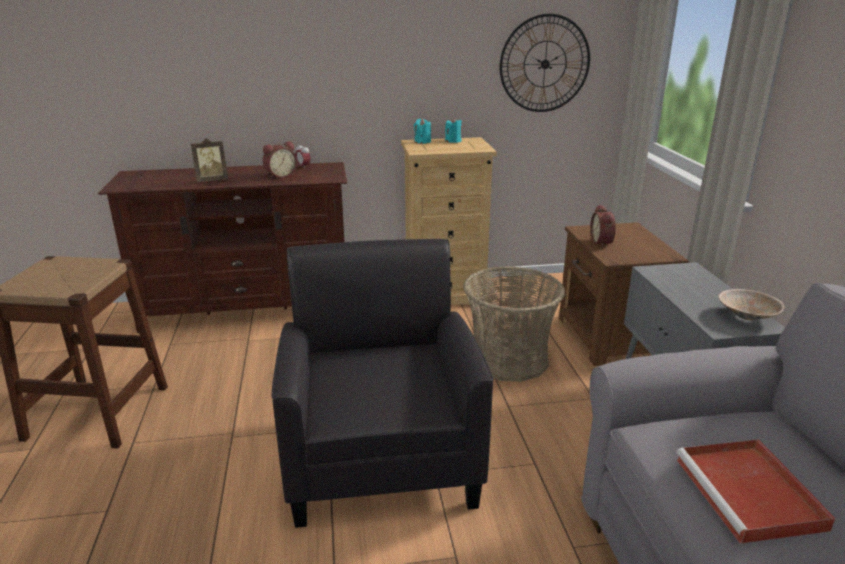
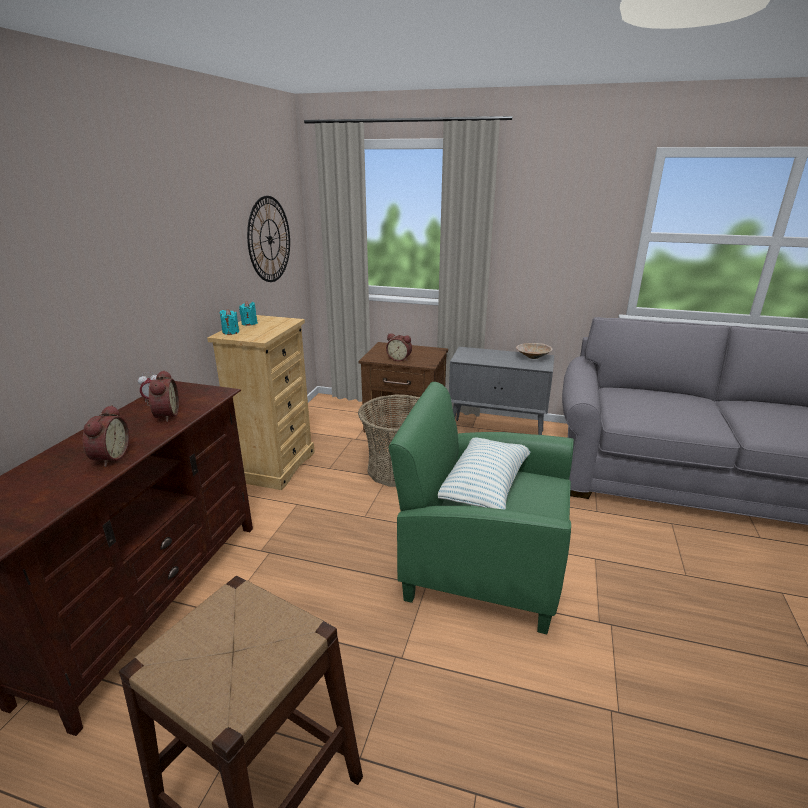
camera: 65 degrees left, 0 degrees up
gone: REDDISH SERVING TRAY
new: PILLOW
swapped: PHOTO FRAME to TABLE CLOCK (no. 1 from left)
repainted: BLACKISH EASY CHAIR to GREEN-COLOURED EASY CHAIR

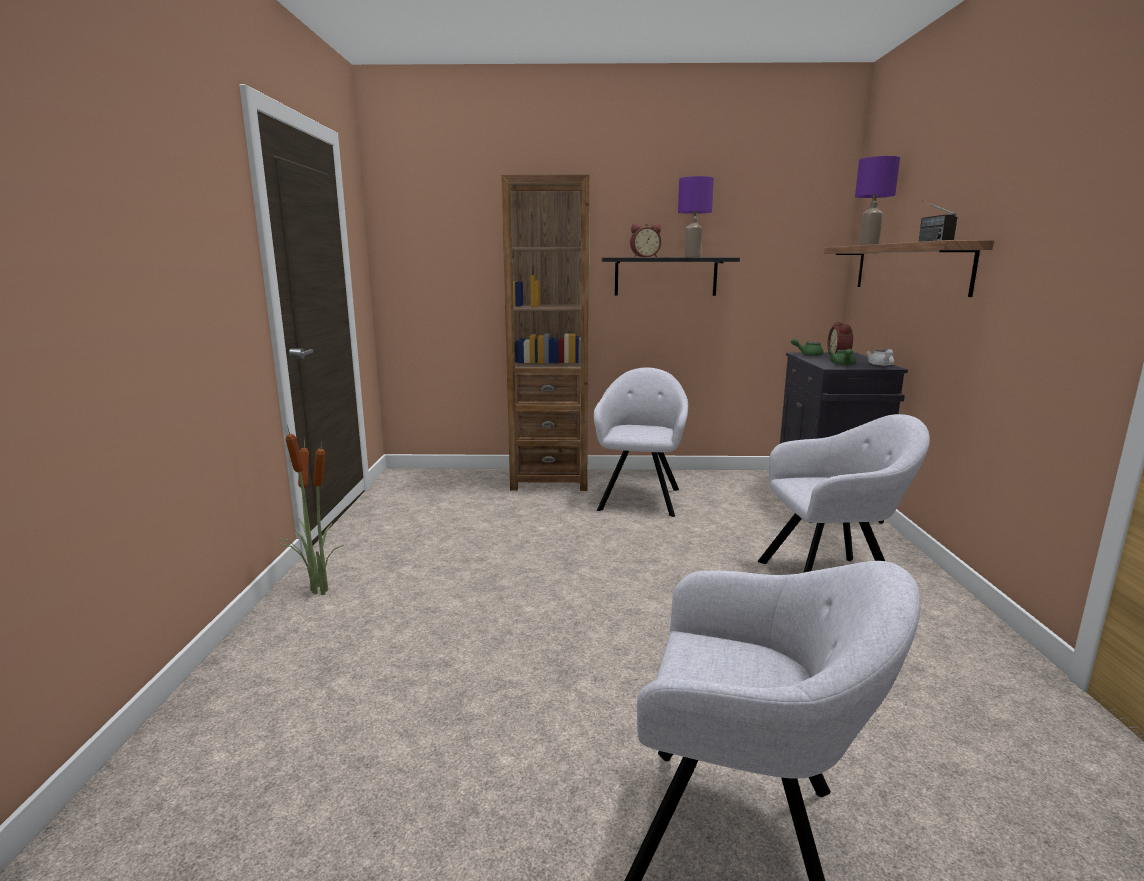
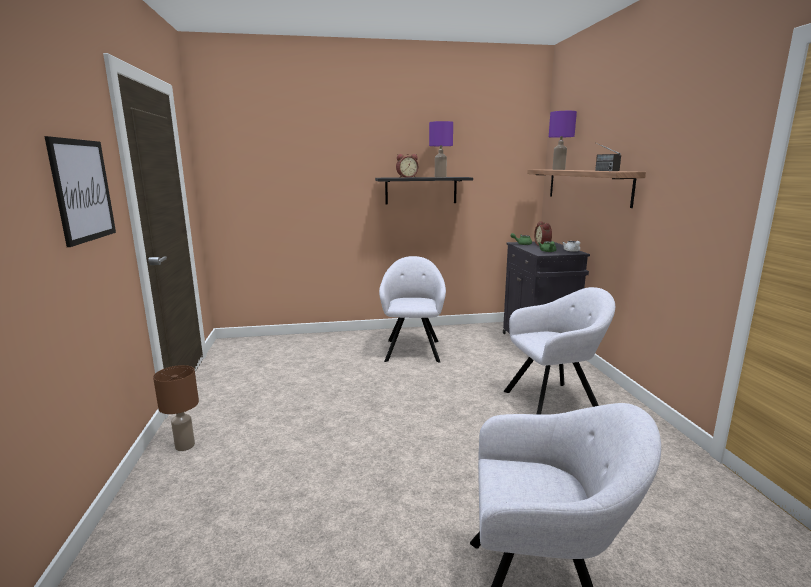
camera: 10 degrees left, 0 degrees up
gone: BROWNISH BOOKSHELF
new: WALL PICTURE
swapped: HOUSEPLANT to BROWNISH TABLE LAMP

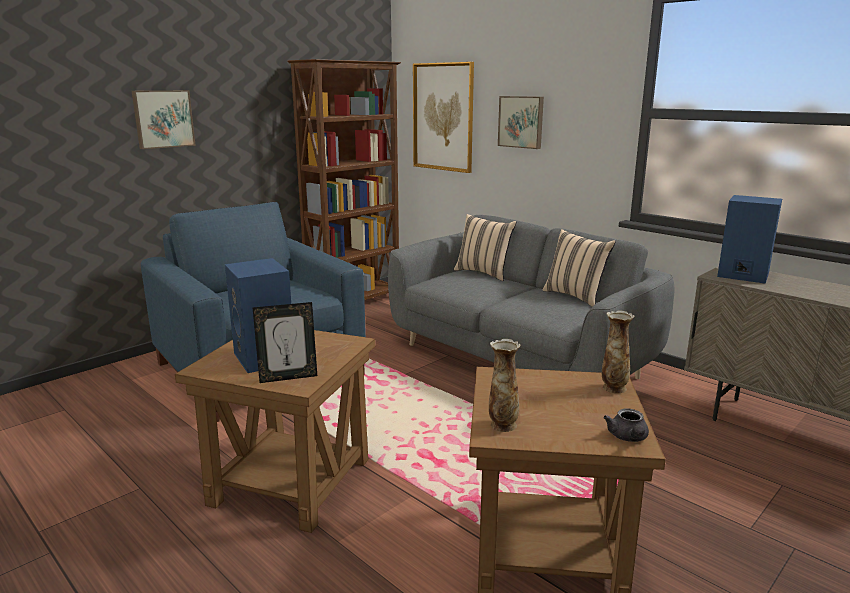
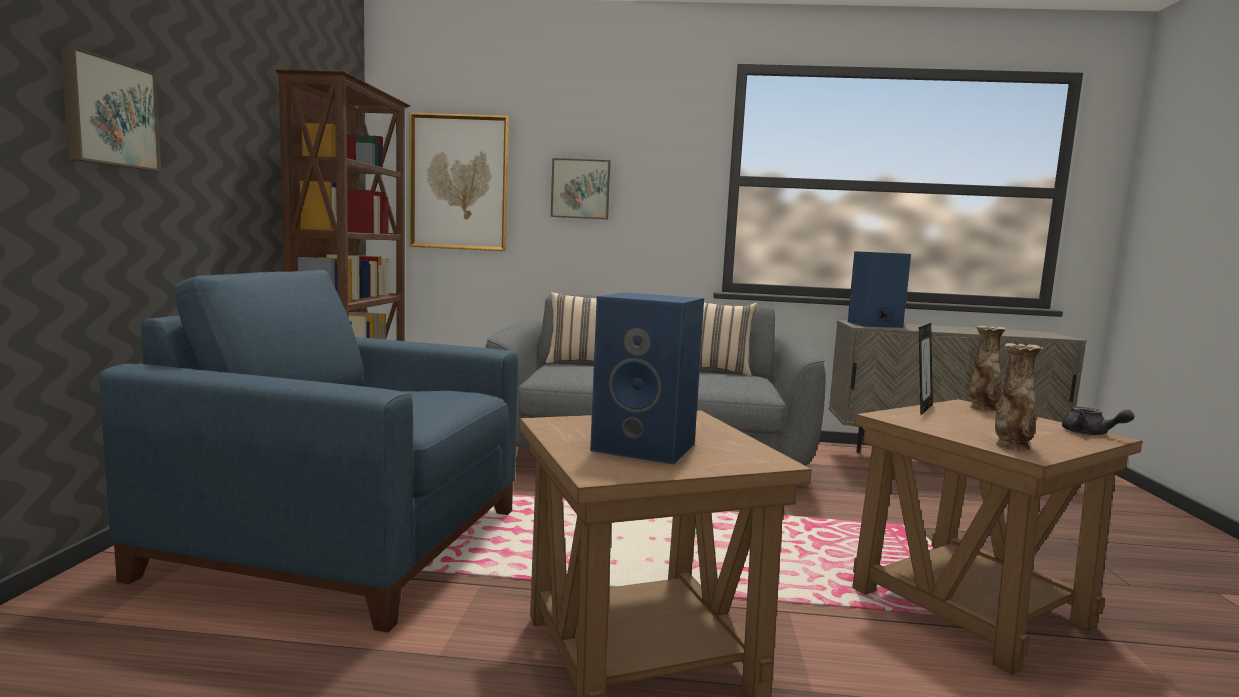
camera: 40 degrees left, 10 degrees down
shifted: PHOTO FRAME

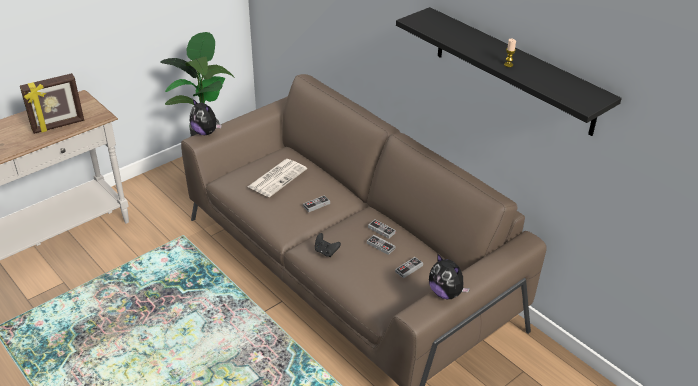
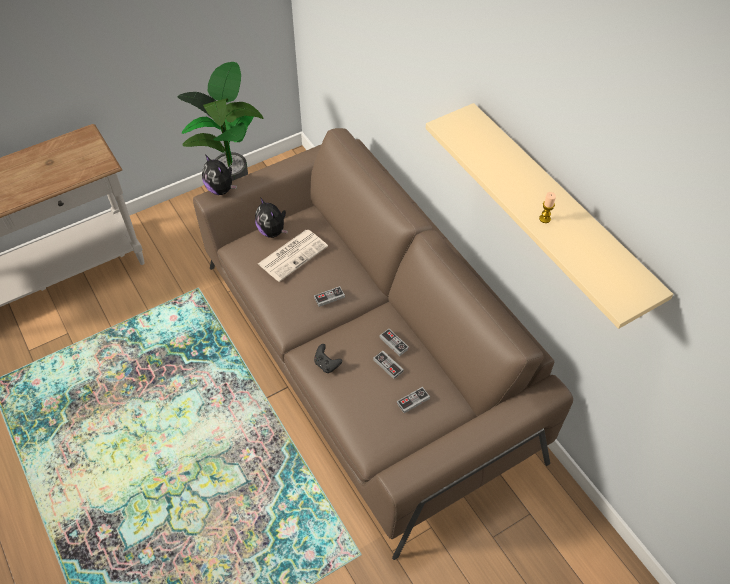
camera: 10 degrees right, 15 degrees up
gone: PHOTO FRAME
shifted: CUDDLY TOY (no. 2 from left)
repainted: BLACKISH WALL SHELF to SAND-COLOURED WALL SHELF

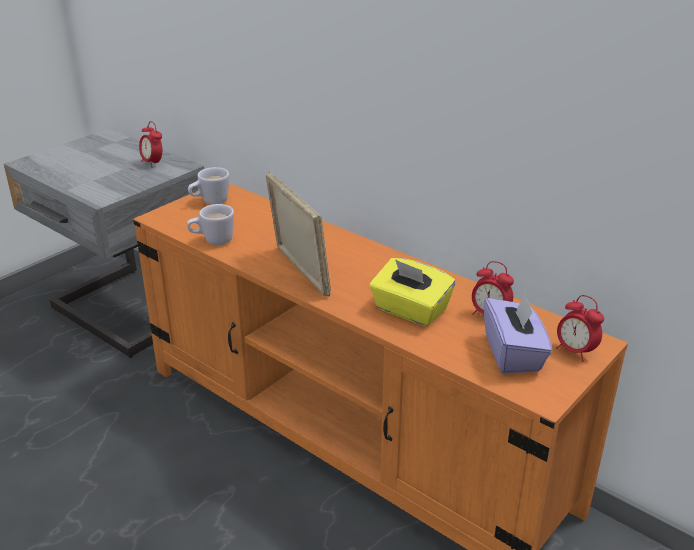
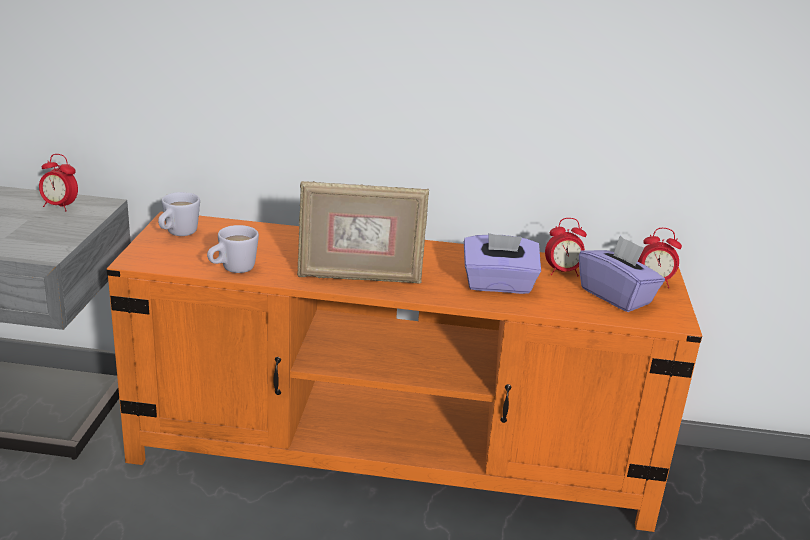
camera: 35 degrees left, 5 degrees down
repainted: YELLOWISH TISSUE HOLDER to PURPLE TISSUE HOLDER (no. 1 from left)
rotated: PHOTO FRAME 150 degrees clockwise

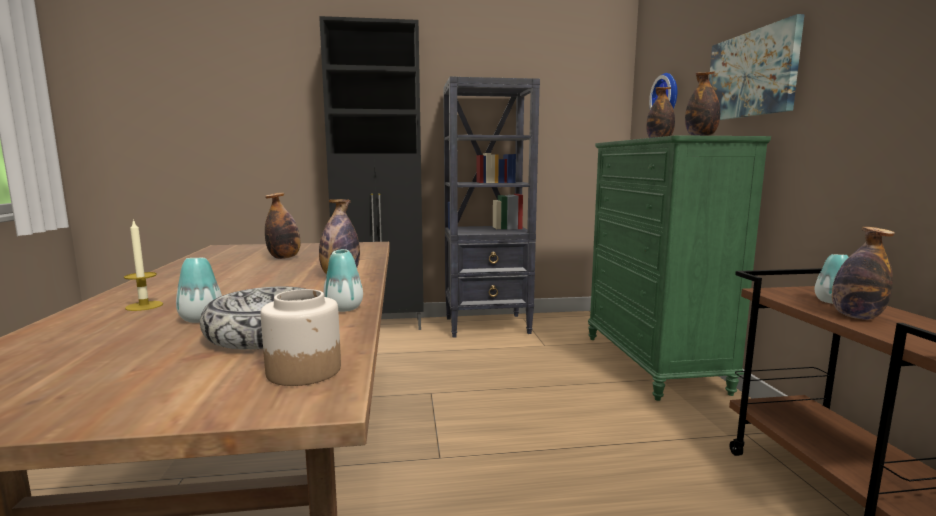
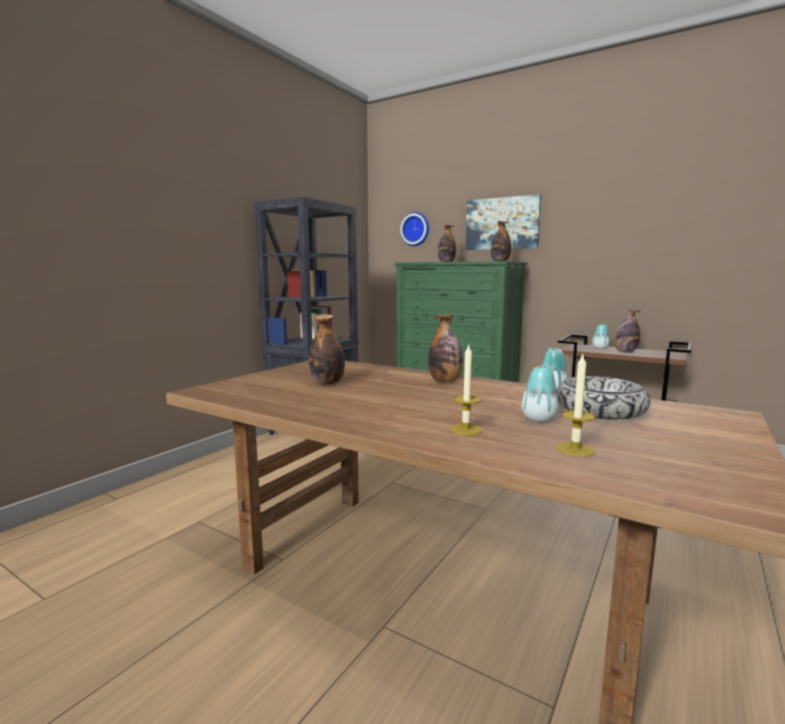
camera: 50 degrees left, 0 degrees up
gone: JAR; BLACKISH CABINET
new: CANDLE (no. 2 from left)

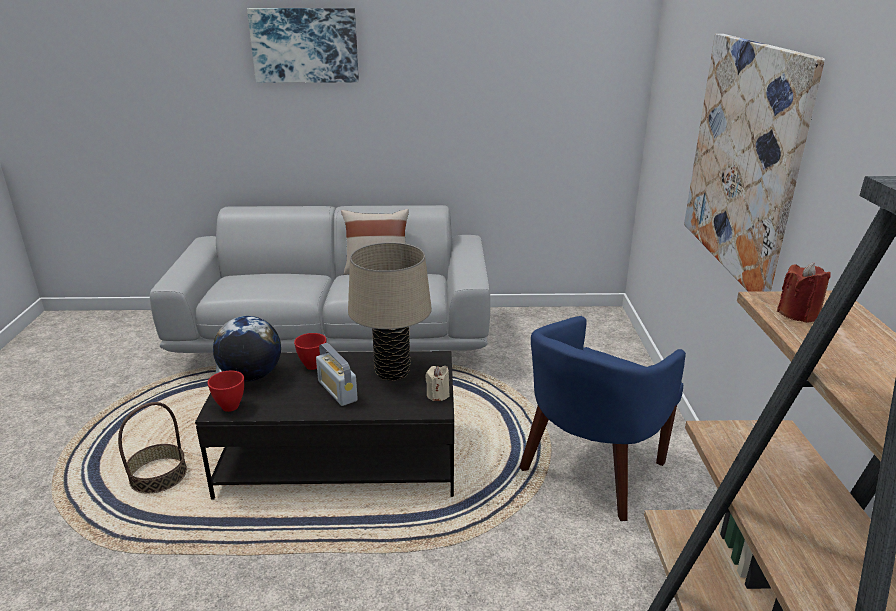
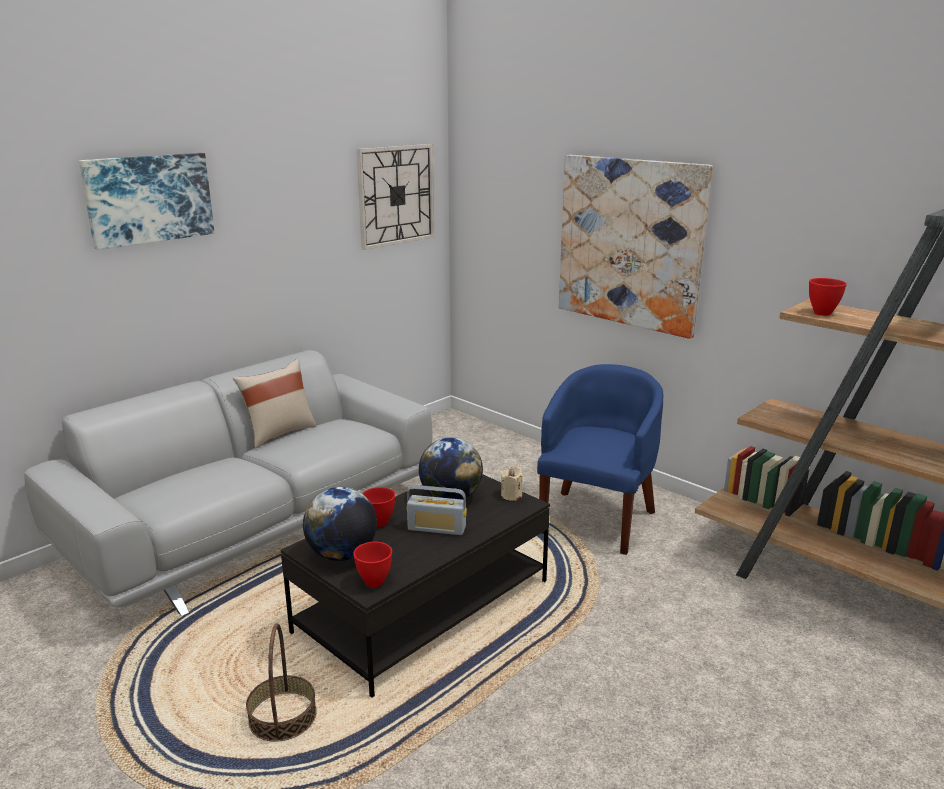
camera: 45 degrees left, 5 degrees down
new: HANGING CLOCK
swapped: SAND-COLOURED TABLE LAMP to DESK GLOBE (no. 2 from left); REDDISH CANDLE to REDDISH BOWL (no. 3 from left)
rotated: BLUISH EASY CHAIR 150 degrees counterclockwise

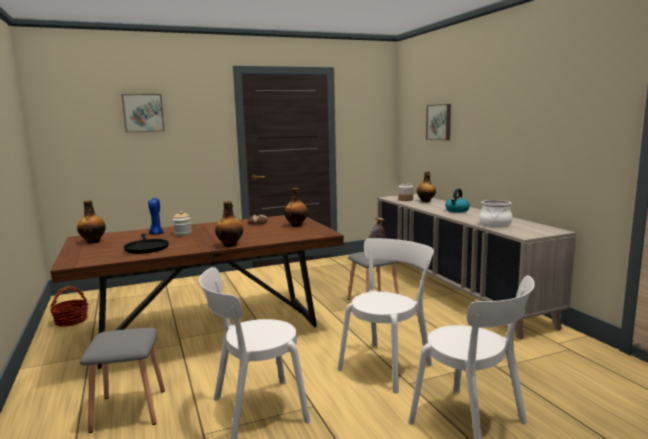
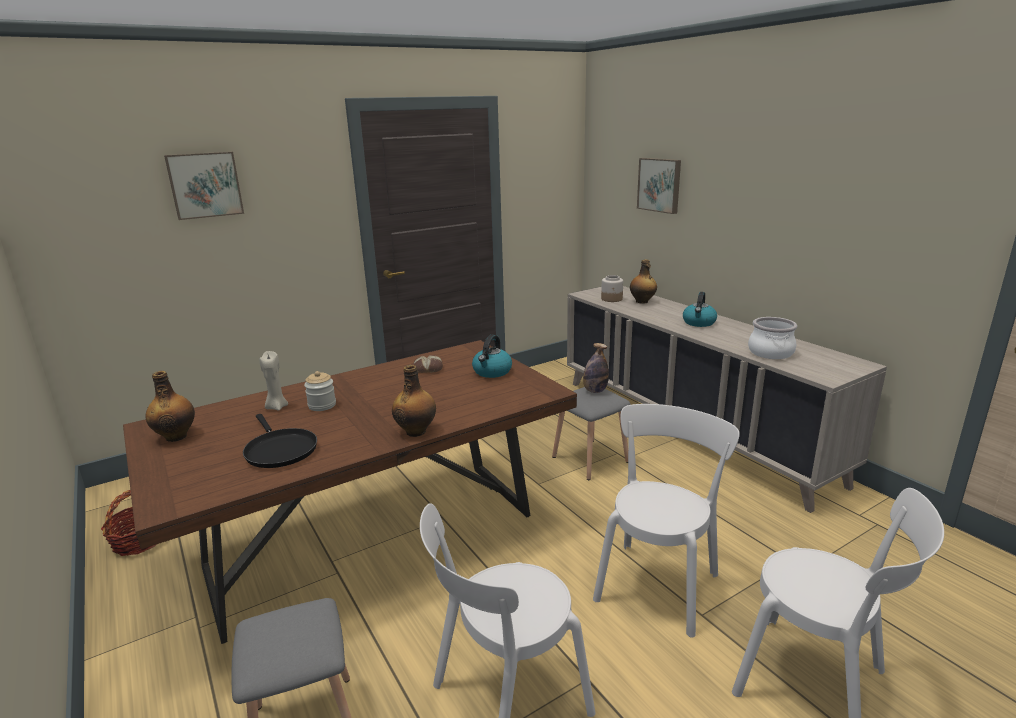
camera: 10 degrees left, 10 degrees up
swapped: DRINK BOTTLE (no. 3 from left) to KETTLE (no. 1 from left)
repainted: BLUISH CANDLE to SAND-COLOURED CANDLE

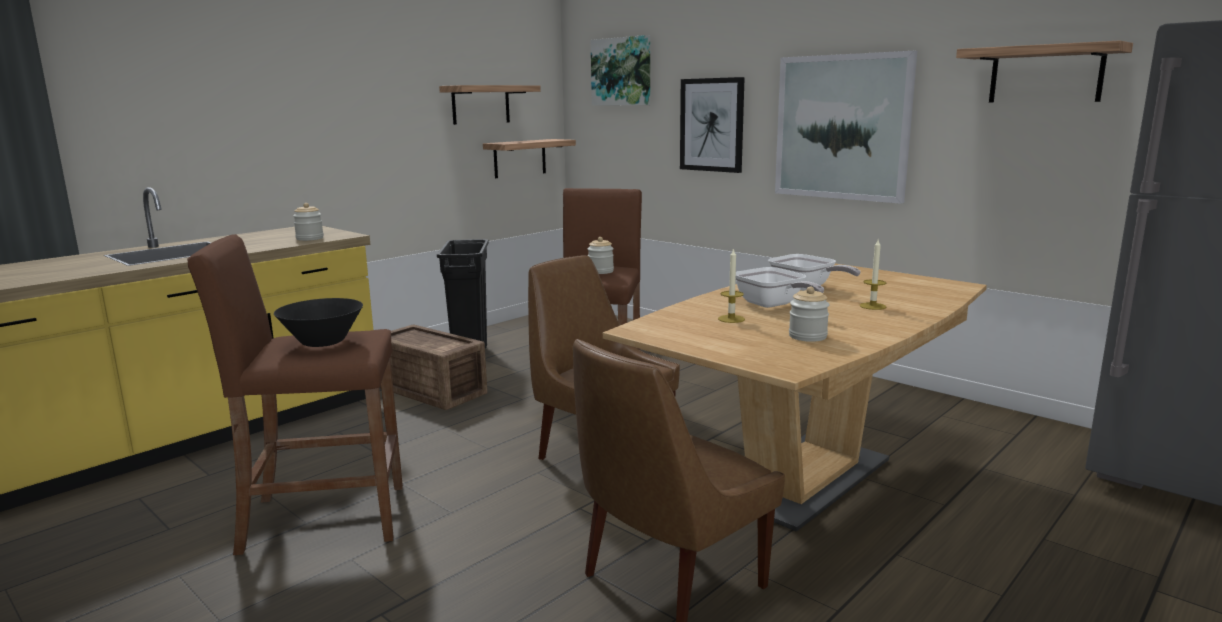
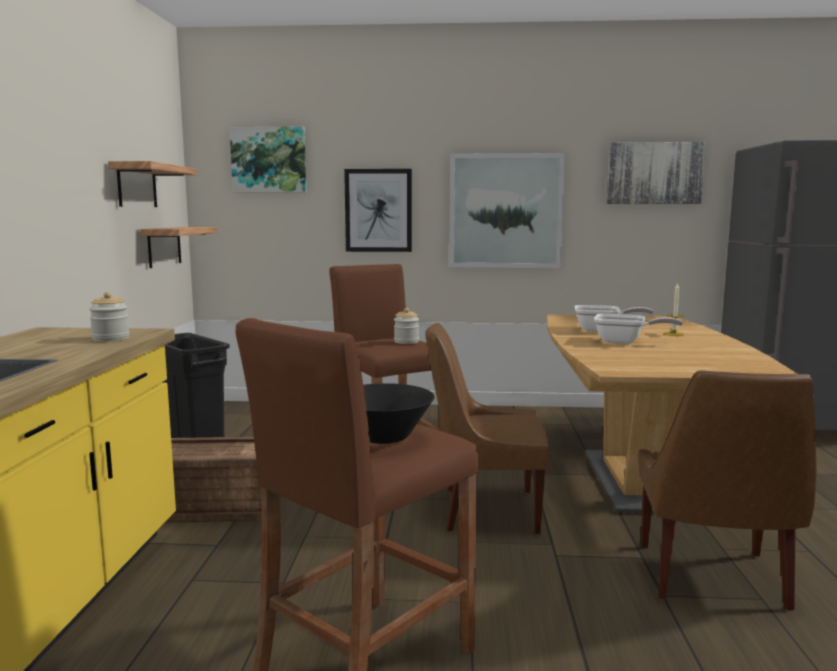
camera: 40 degrees left, 5 degrees down
gone: CANDLE (no. 1 from left); JAR (no. 3 from left)
swapped: WALL SHELF (no. 3 from left) to WALL PICTURE (no. 4 from left)

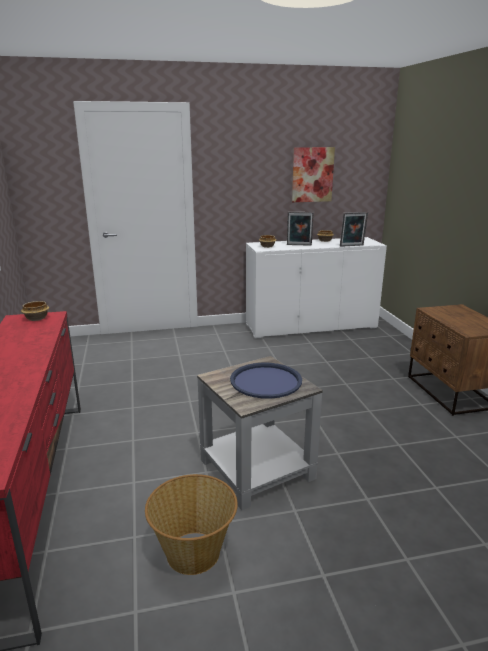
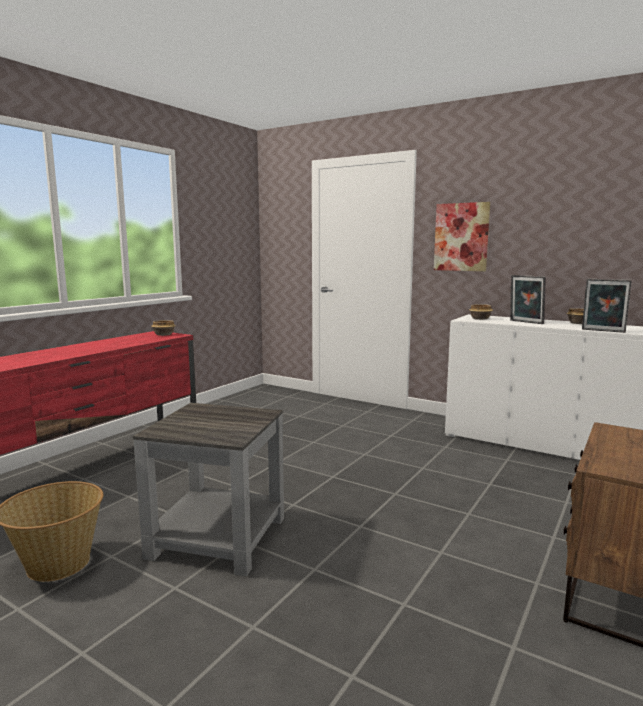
camera: 45 degrees right, 10 degrees down
gone: BLUISH SERVING TRAY
shifted: WALL PICTURE

